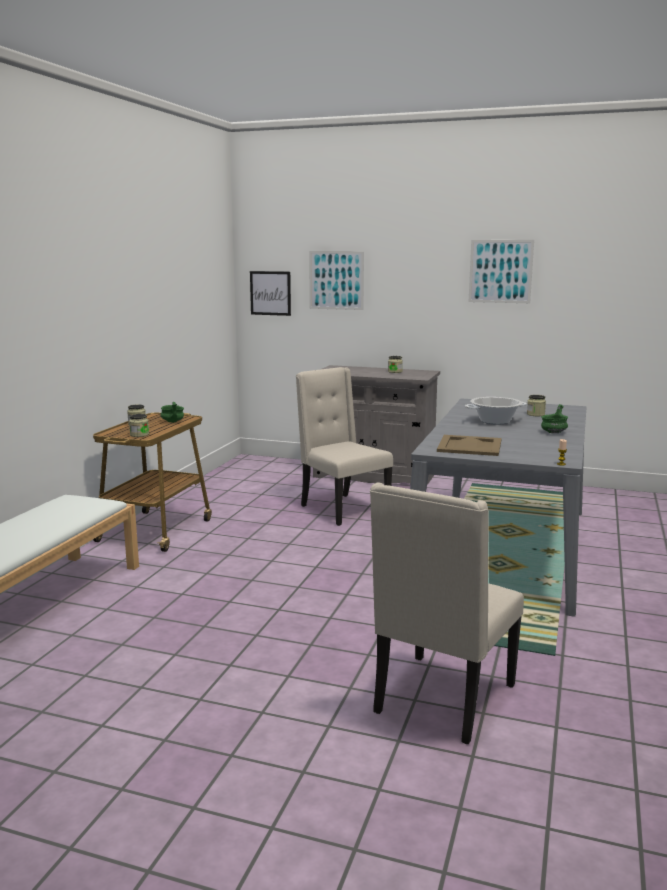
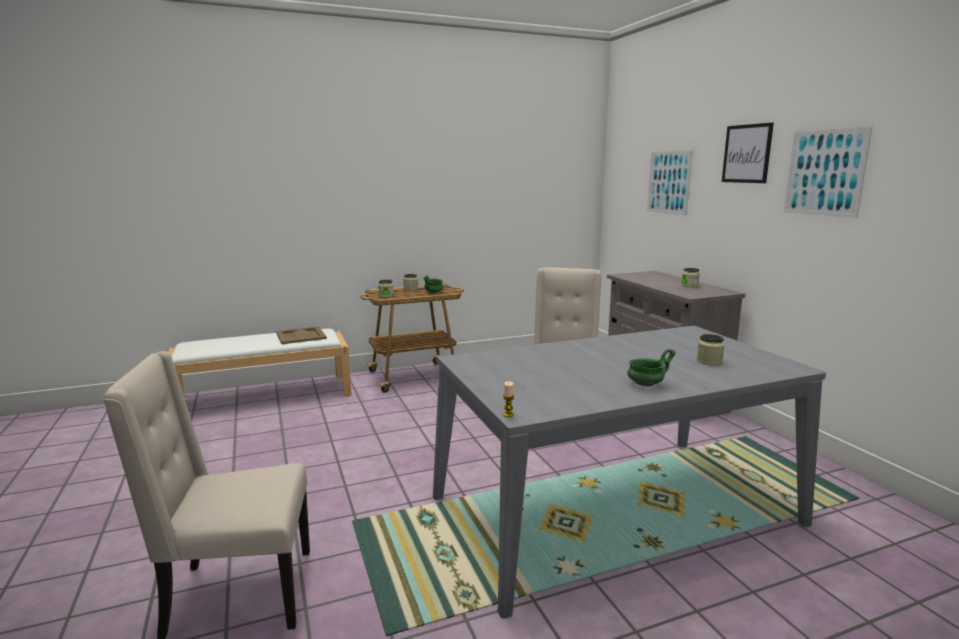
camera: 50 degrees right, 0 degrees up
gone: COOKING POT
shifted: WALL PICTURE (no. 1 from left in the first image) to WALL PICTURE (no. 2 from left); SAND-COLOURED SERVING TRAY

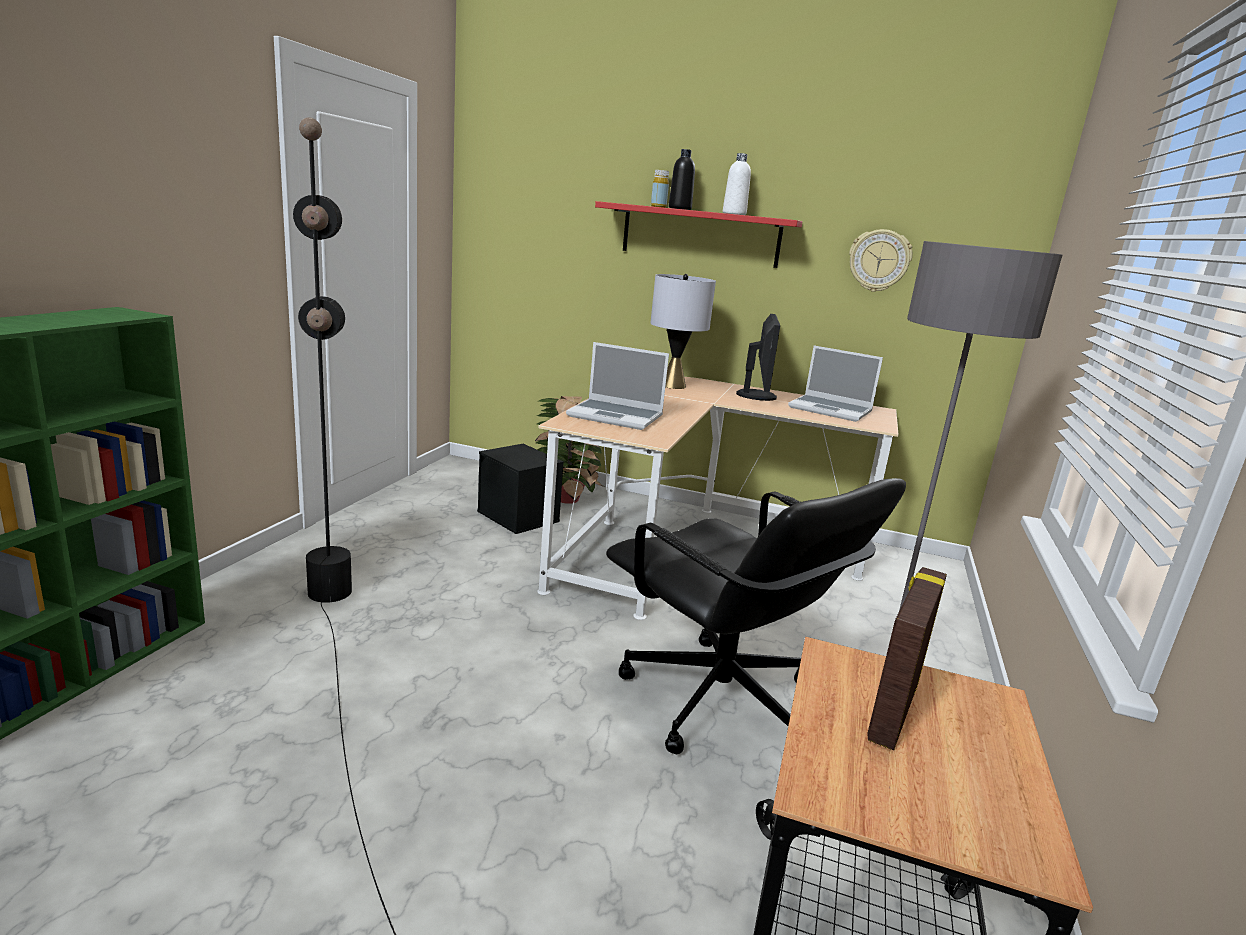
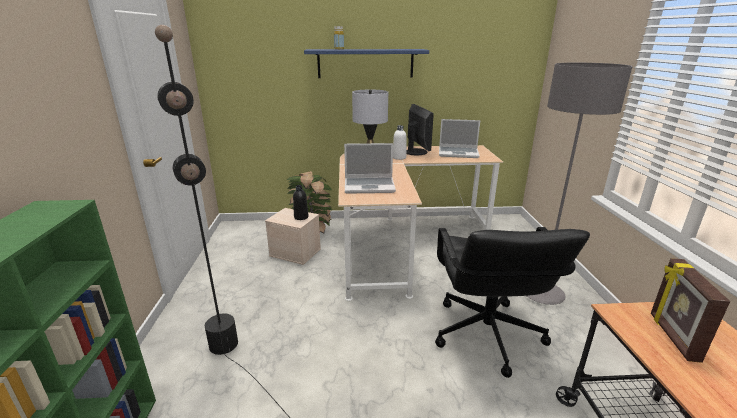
camera: 20 degrees left, 5 degrees up
gone: HANGING CLOCK
shifted: BLACKISH DRINK BOTTLE; WHITISH DRINK BOTTLE
repainted: BLACKISH STORAGE BOX to SAND-COLOURED STORAGE BOX; REDDISH WALL SHELF to BLUISH WALL SHELF
rotated: BLACKISH COMPUTER CHAIR 60 degrees clockwise

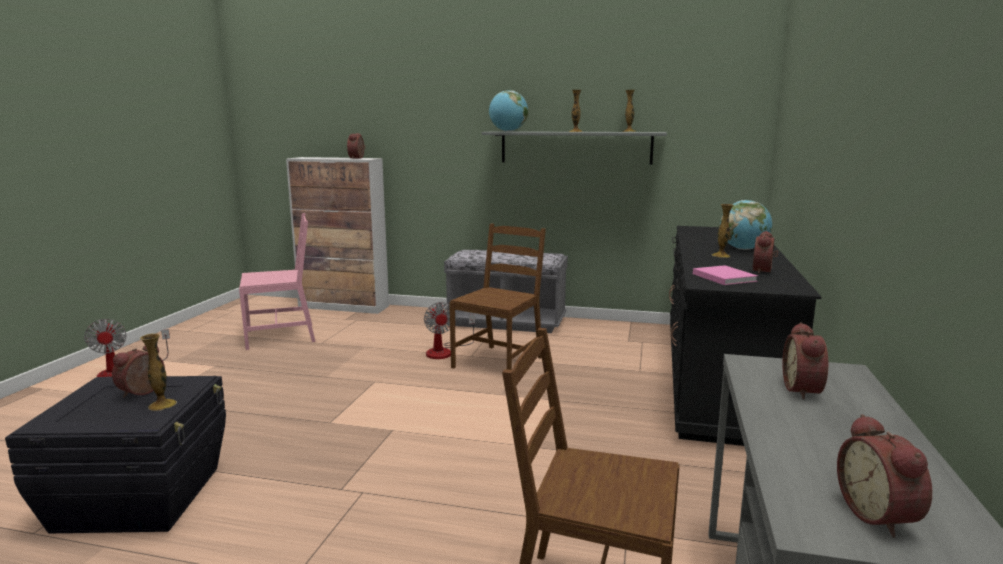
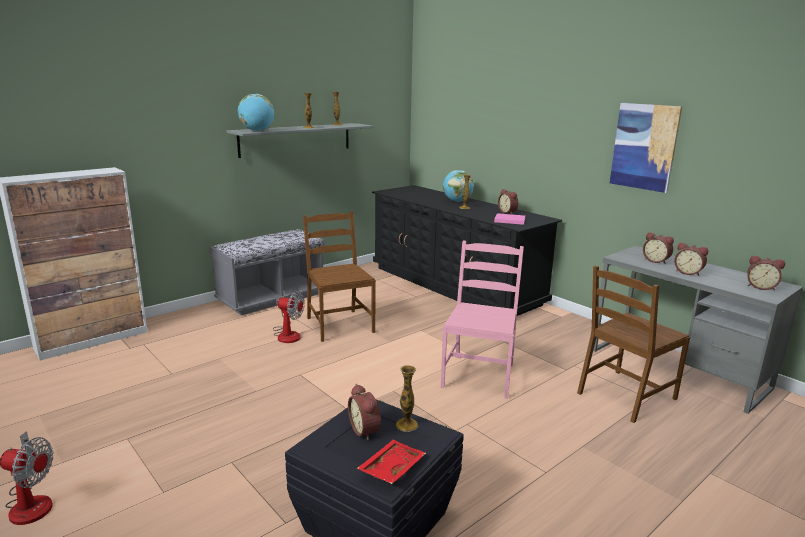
camera: 55 degrees left, 5 degrees up
new: REDDISH SERVING TRAY; WALL PICTURE
shifted: PINK PLAIN CHAIR; TABLE CLOCK (no. 2 from left in the first image) to TABLE CLOCK (no. 4 from left)

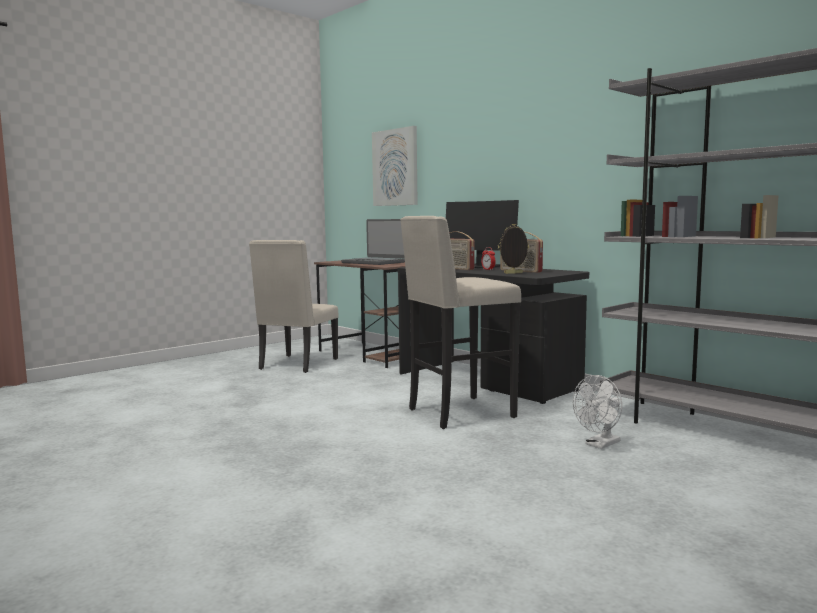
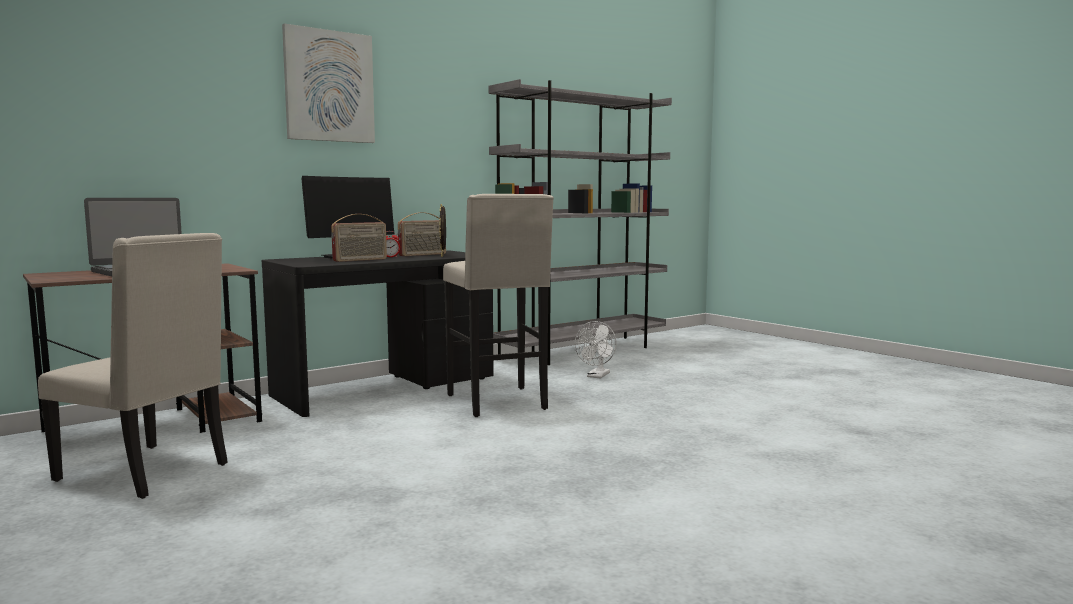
camera: 85 degrees left, 0 degrees up
shifted: WALL PICTURE
rotated: WHITISH COOLING FAN 60 degrees clockwise

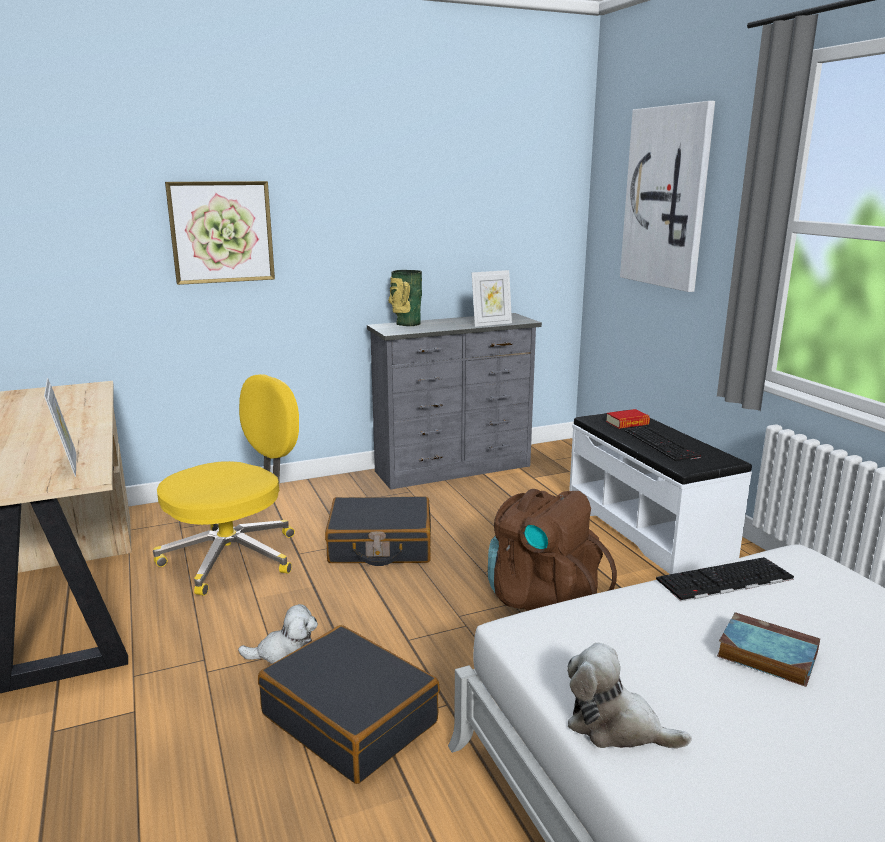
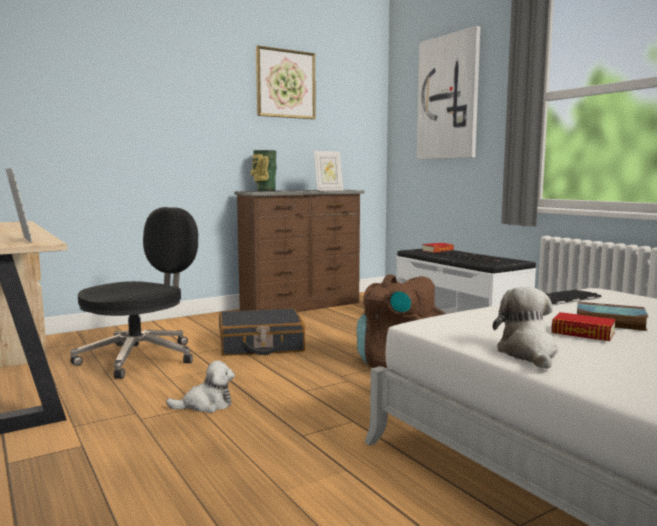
camera: 10 degrees left, 10 degrees down
gone: BLACKISH TRAVEL CASE (no. 1 from left)
new: VOLUME (no. 2 from left)
shifted: WALL PICTURE (no. 1 from left)
repainted: YELLOWISH COMPUTER CHAIR to BLACKISH COMPUTER CHAIR; GRAY DRESSER to BROWNISH DRESSER
rotated: CUDDLY TOY (no. 2 from left) 75 degrees clockwise

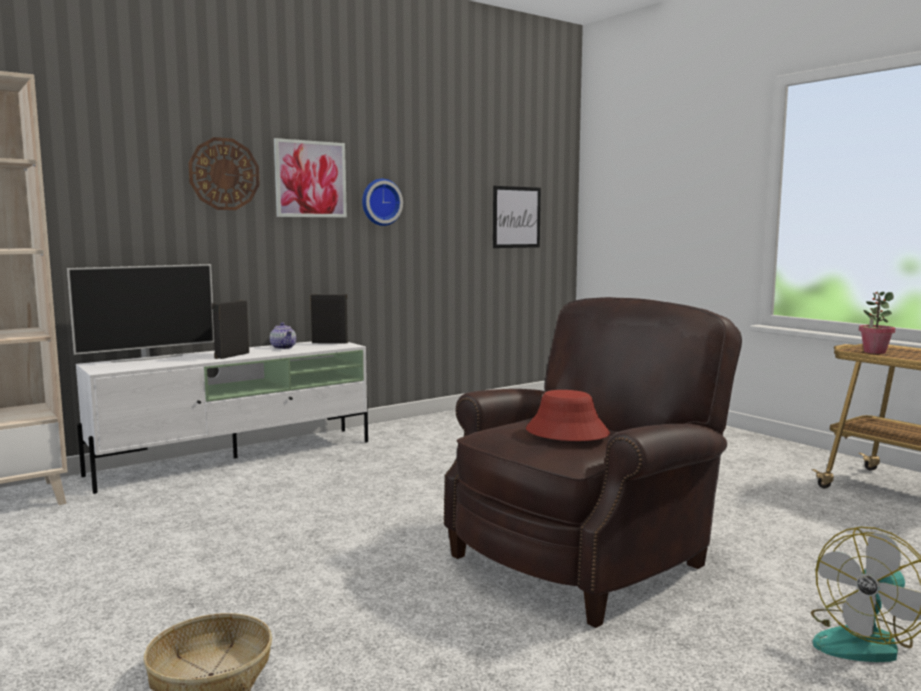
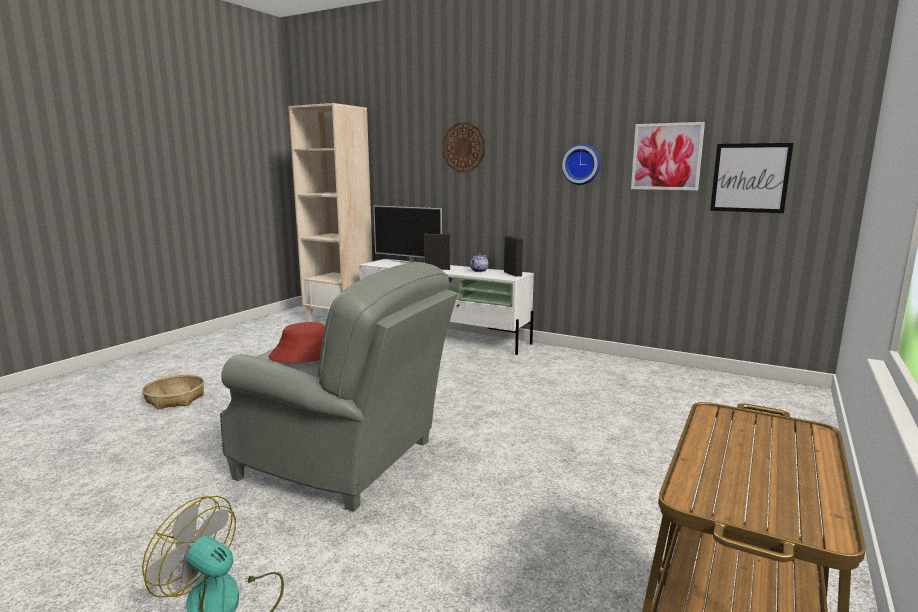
camera: 65 degrees right, 5 degrees up
gone: HOUSEPLANT
shifted: WALL PICTURE (no. 1 from left)
repainted: BROWNISH EASY CHAIR to GRAY EASY CHAIR

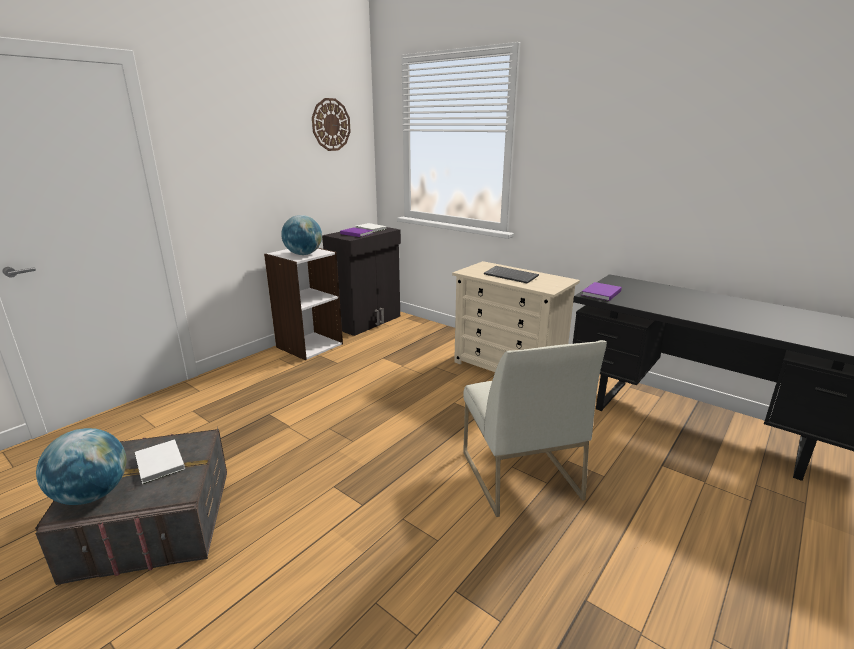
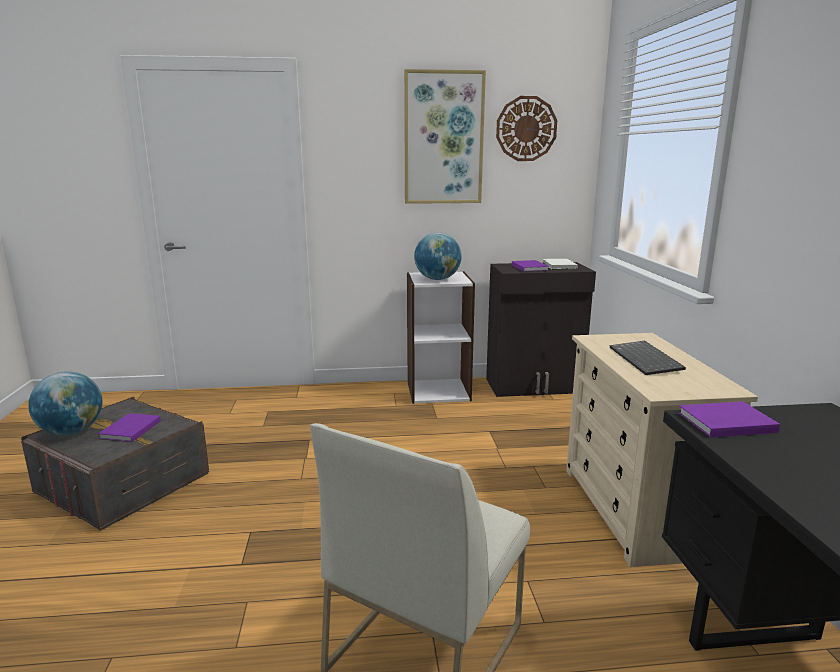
camera: 45 degrees right, 5 degrees down
new: WALL PICTURE
repainted: WHITISH VOLUME (no. 1 from left) to PURPLE VOLUME (no. 1 from left)

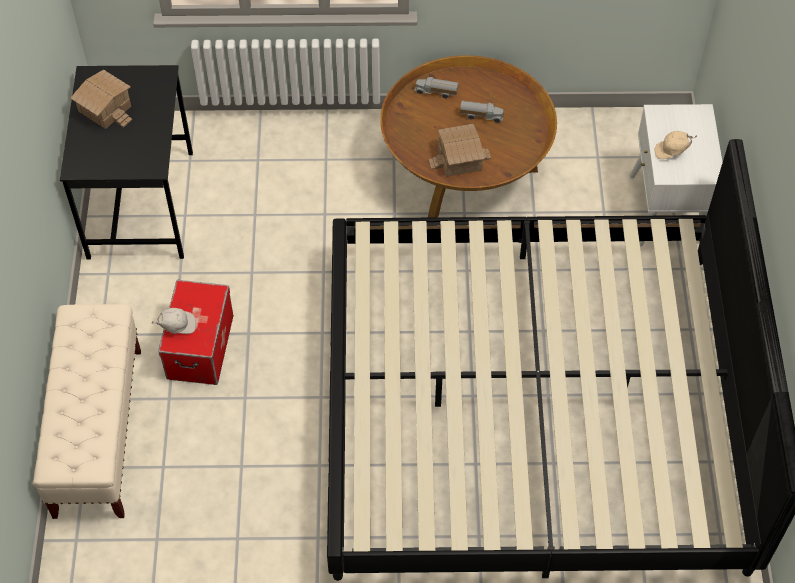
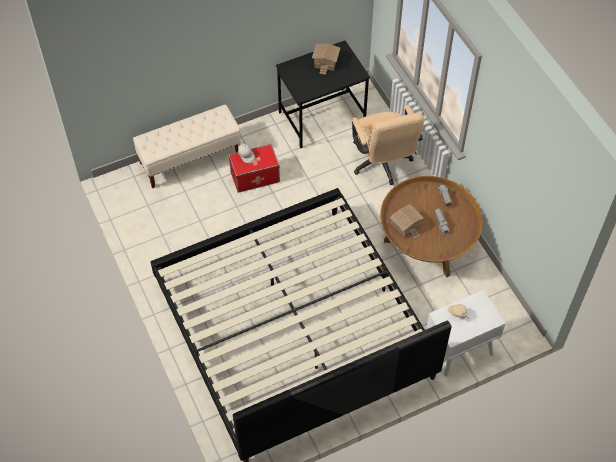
camera: 65 degrees right, 0 degrees up
new: SAND-COLOURED COMPUTER CHAIR

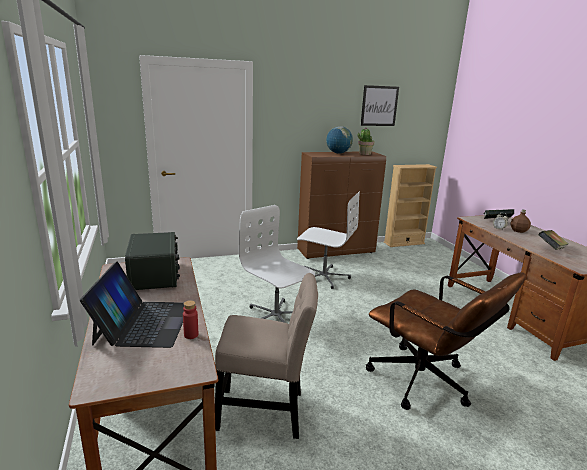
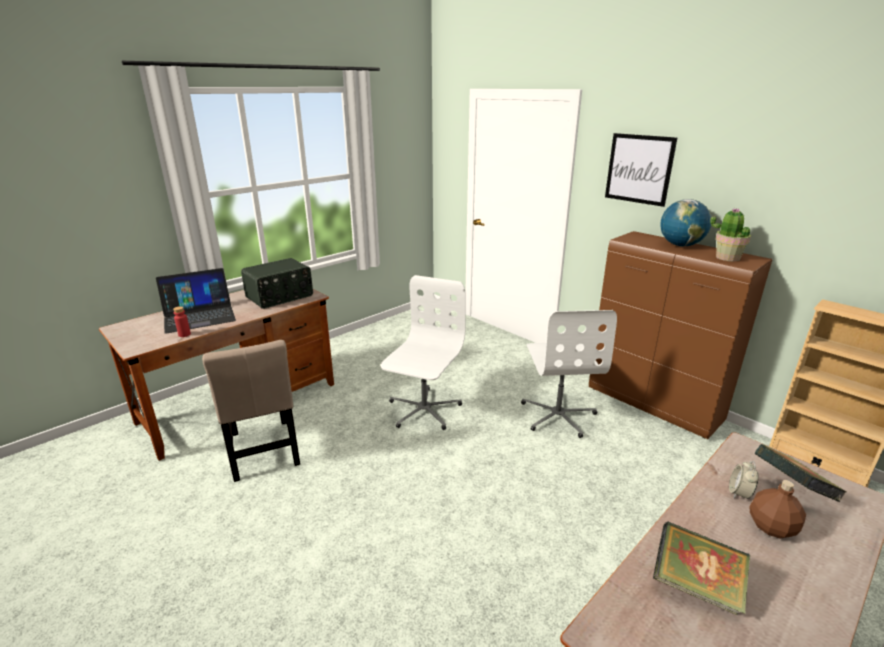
camera: 65 degrees right, 5 degrees up
gone: BROWNISH COMPUTER CHAIR
shifted: WALL PICTURE

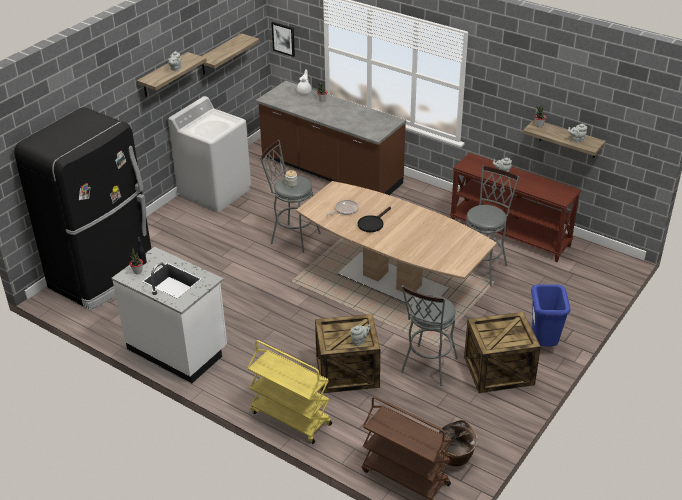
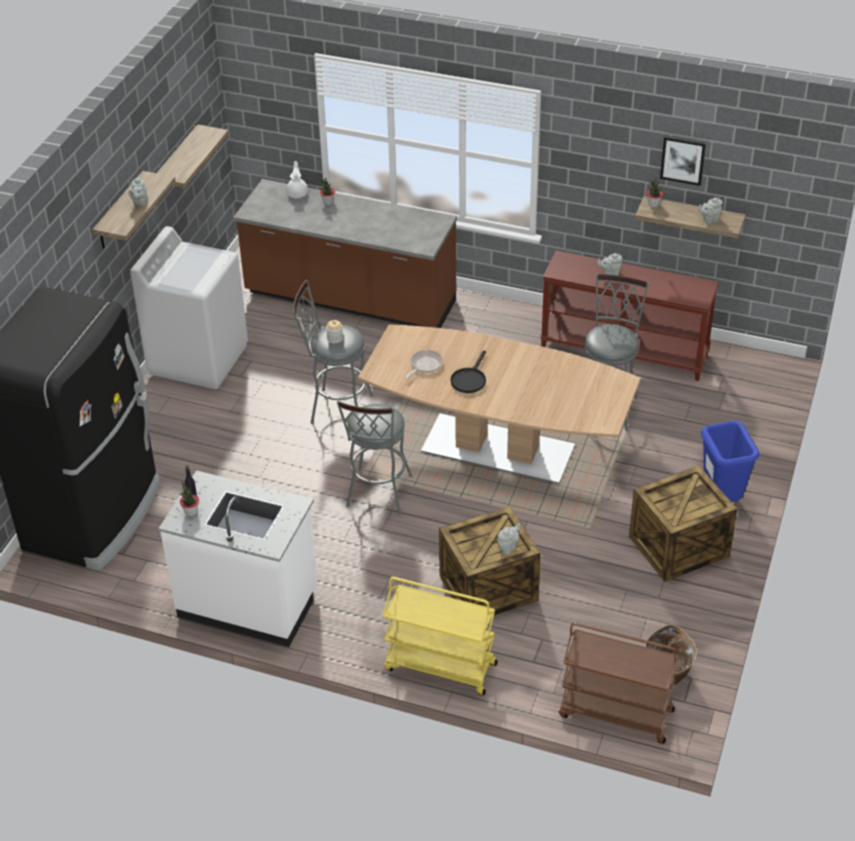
camera: 15 degrees left, 5 degrees up
shifted: WALL PICTURE; GRAY STOOL (no. 2 from left)

